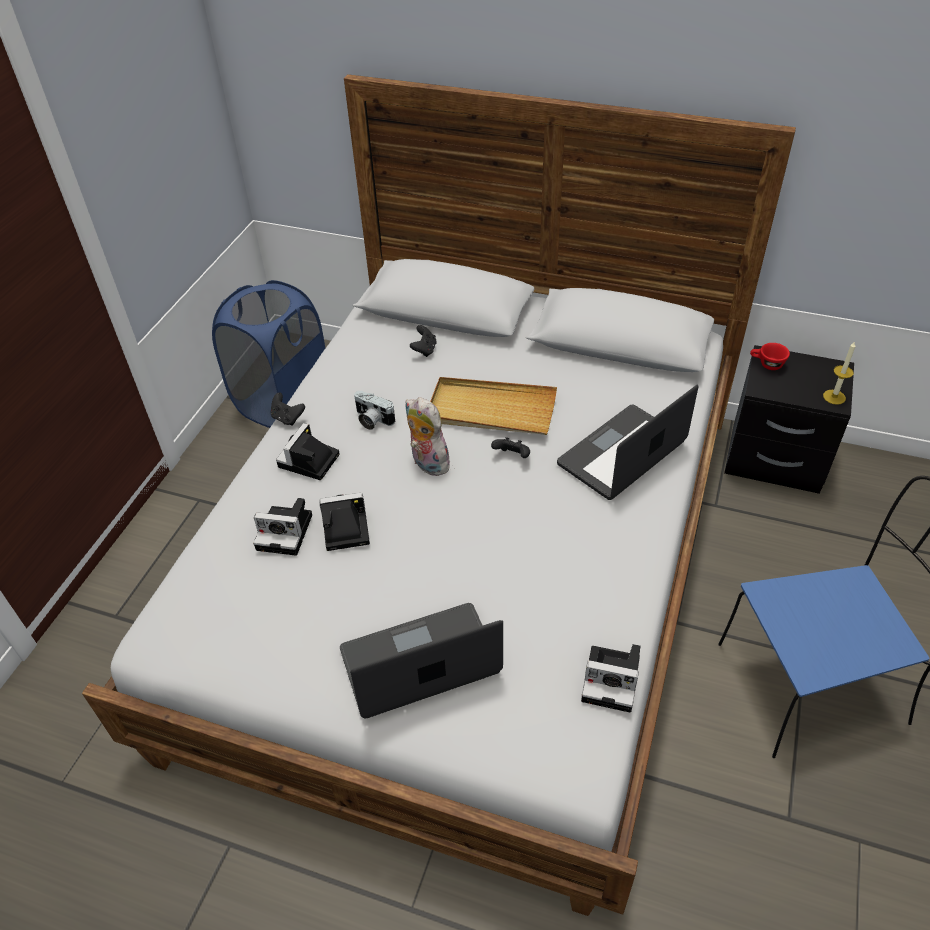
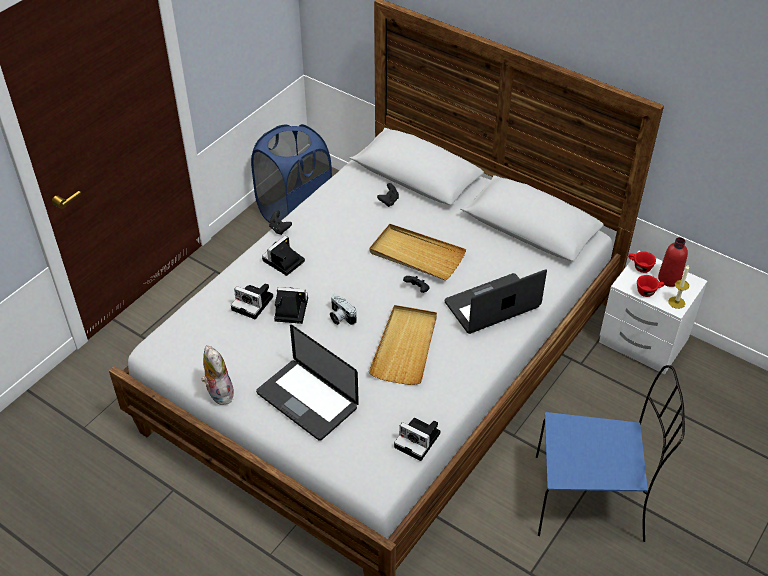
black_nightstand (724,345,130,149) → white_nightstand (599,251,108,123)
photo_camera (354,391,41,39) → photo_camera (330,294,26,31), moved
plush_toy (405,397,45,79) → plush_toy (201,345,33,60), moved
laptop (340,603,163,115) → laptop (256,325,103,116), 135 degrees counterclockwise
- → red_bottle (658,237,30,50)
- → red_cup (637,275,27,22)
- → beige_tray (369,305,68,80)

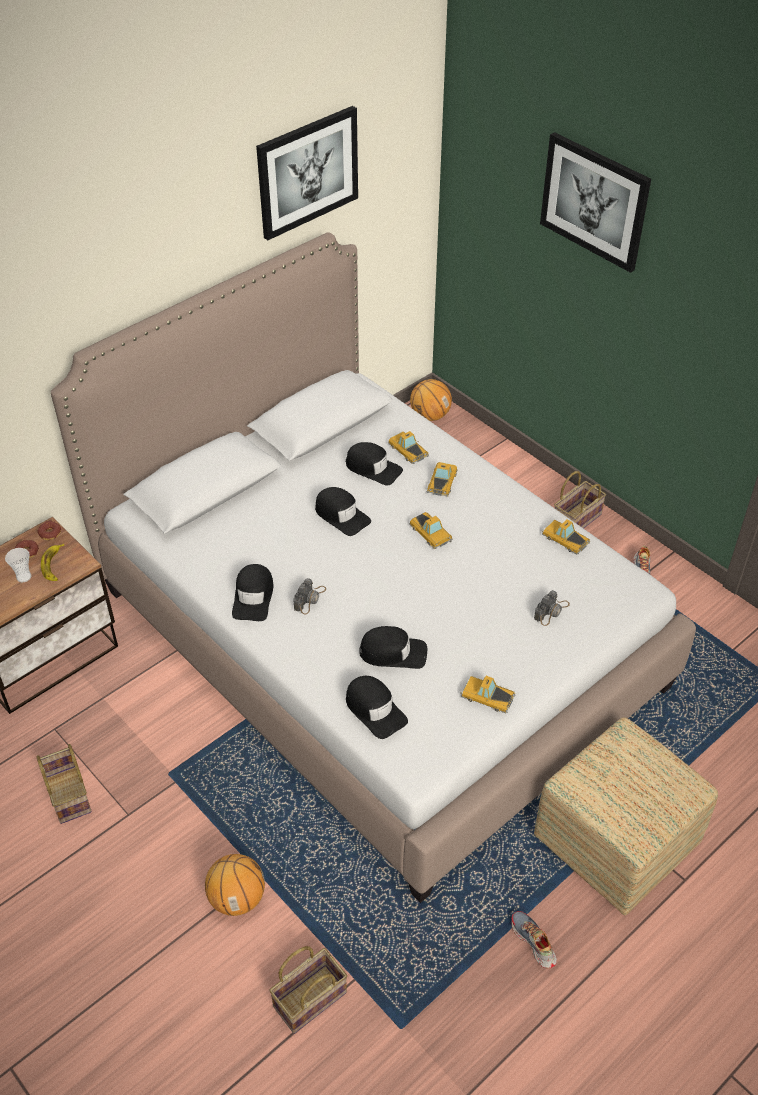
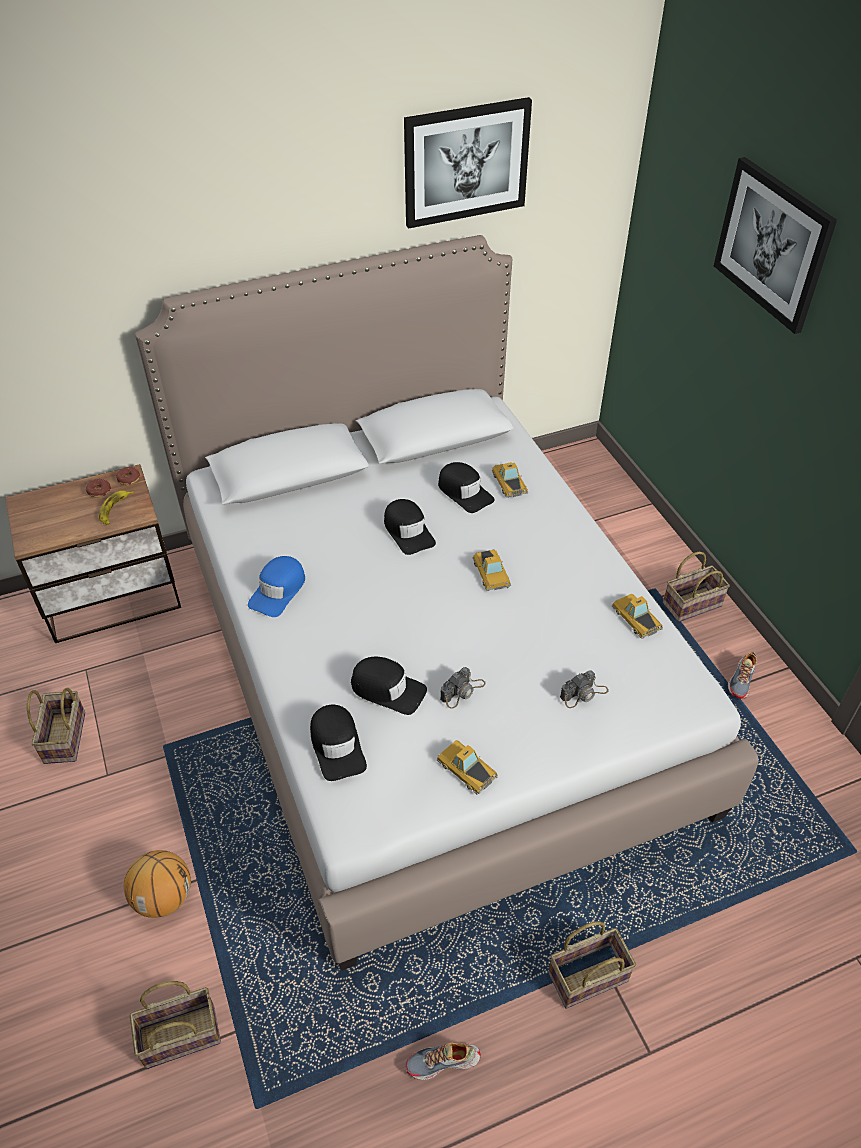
basketball (410,379,42,42) → -
toy_car (427,462,31,35) → -
cup (5,548,26,34) → -
black_cap (232,564,41,57) → blue_cap (248,556,57,61)
photo_camera (293,578,33,36) → photo_camera (440,667,46,42), moved
ottoman (534,717,184,199) → basket (548,921,88,88)
shoe (511,911,46,57) → shoe (406,1043,75,37), 90 degrees counterclockwise

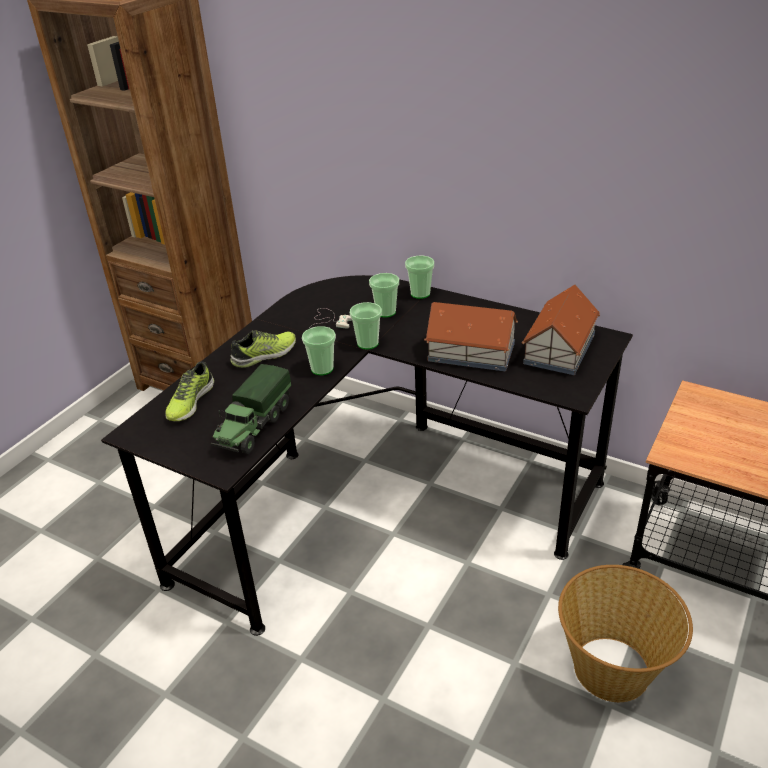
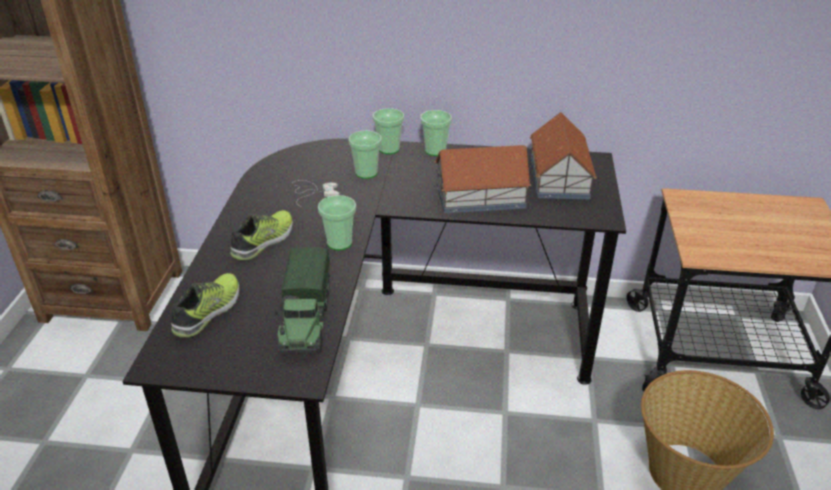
cup (350,302,32,47) → cup (420,110,32,46), moved
shoe (165,361,49,60) → shoe (171,273,68,65), 150 degrees counterclockwise

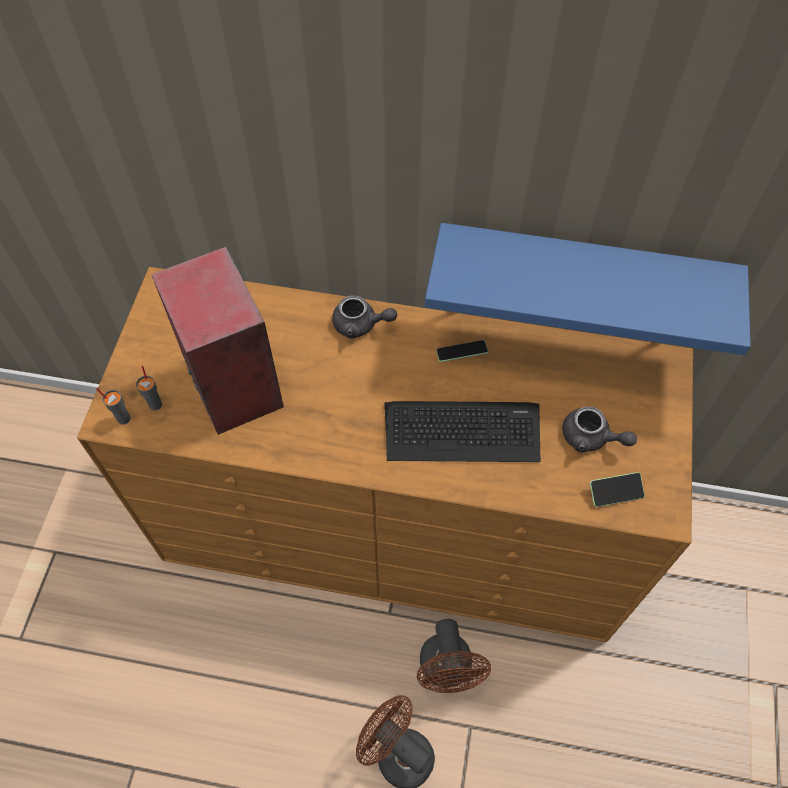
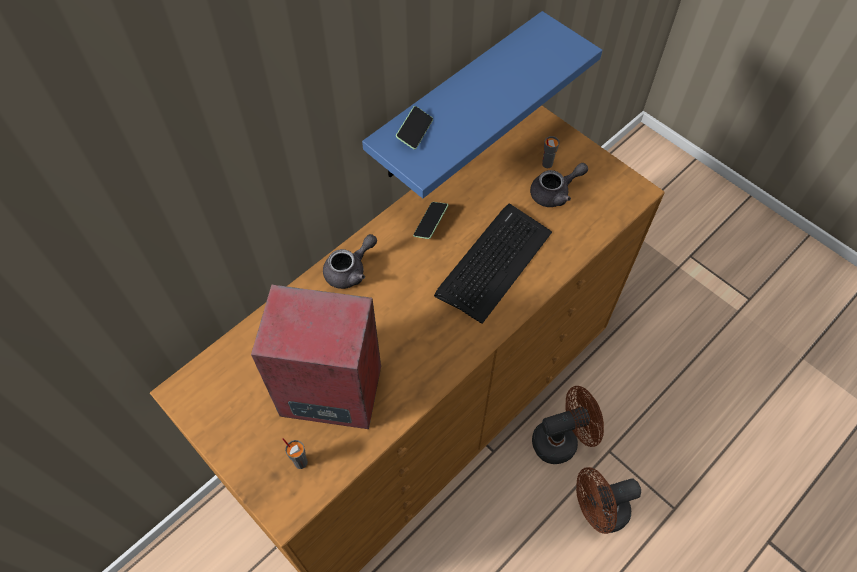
grey_cup (96,388,34,37) → grey_cup (542,136,18,32), moved
phone (590,472,55,35) → phone (396,106,37,43), moved
brown_fan (417,619,74,74) → brown_fan (532,386,72,78), 45 degrees counterclockwise

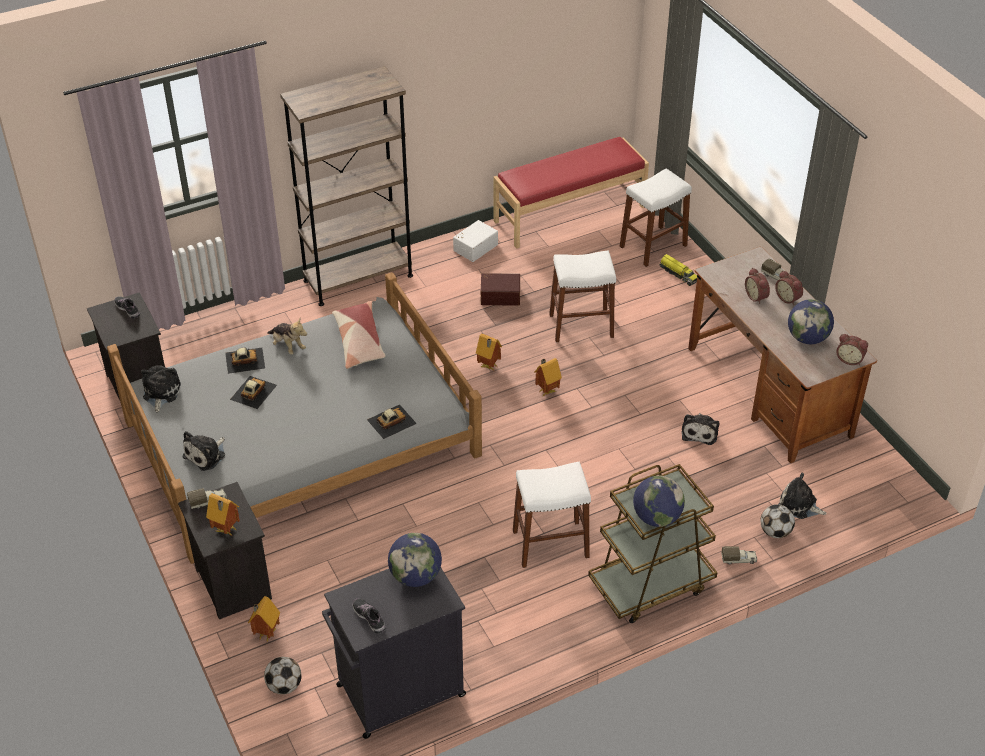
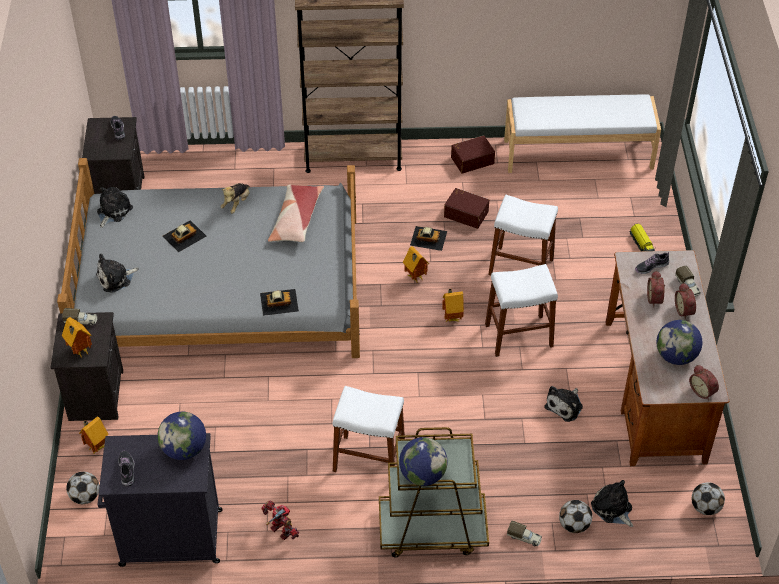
red_bench (493,137,156,112) → white_bench (504,95,157,78)
white_stool (620,169,72,98) → white_stool (485,264,73,93), moved
white_storage_box (453,220,45,42) → brown_storage_box (451,135,44,39)
plush_toy (267,319,40,36) → plush_toy (220,183,29,31), 45 degrees clockwise
toy_car (225,347,40,27) → toy_car (410,226,37,25), moved
- → shoe (635,252,34,22)
- → football (692,482,33,33)
- → toy_robot (262,501,37,39)

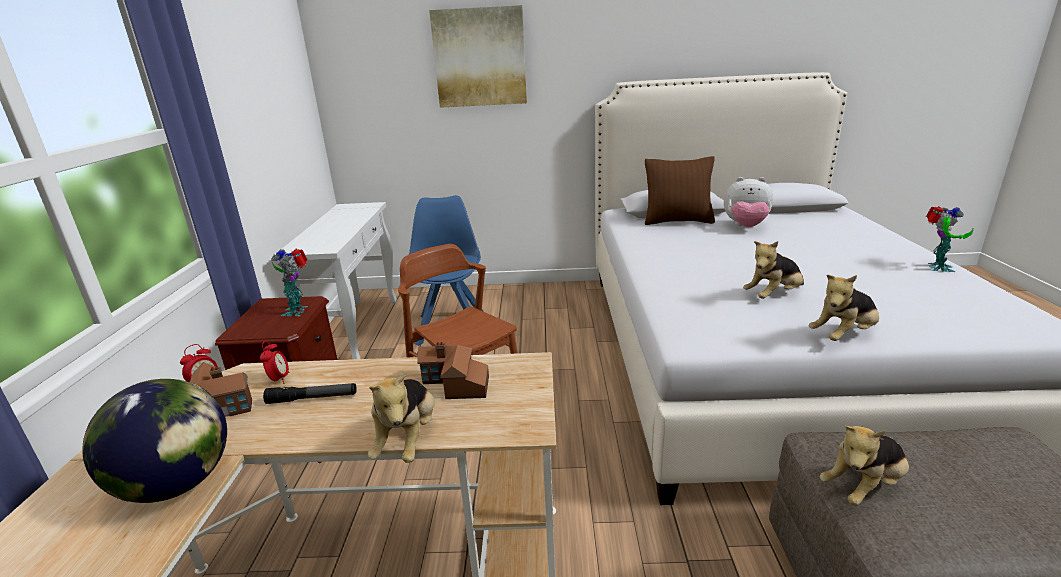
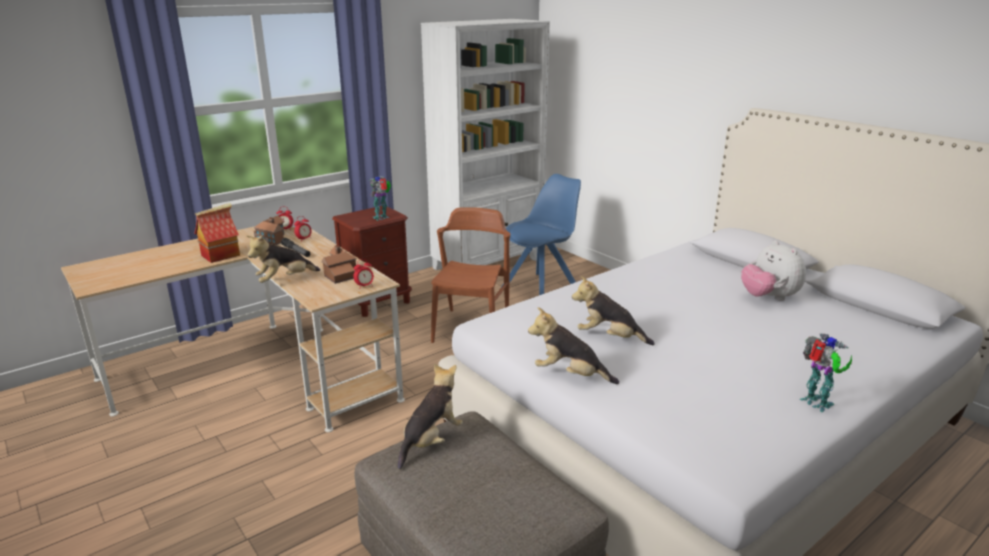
picture (429,5,98,103) → -
brown_pillow (645,156,70,69) → -
white_console_table (274,202,123,157) → white_bookcase (421,19,129,251)
toy_robot (926,206,48,66) → toy_robot (800,334,52,78), 105 degrees counterclockwise
globe (82,379,145,124) → toy_house (194,203,46,60)
plush_toy (819,426,90,80) → plush_toy (398,364,65,105), 105 degrees clockwise
- → alarm_clock (353,259,21,29)

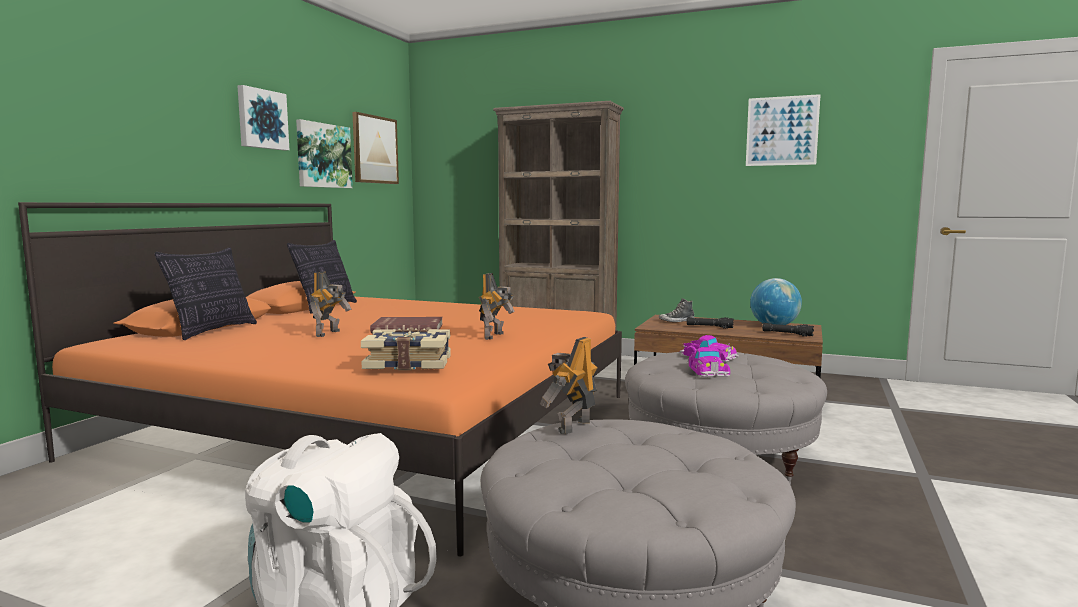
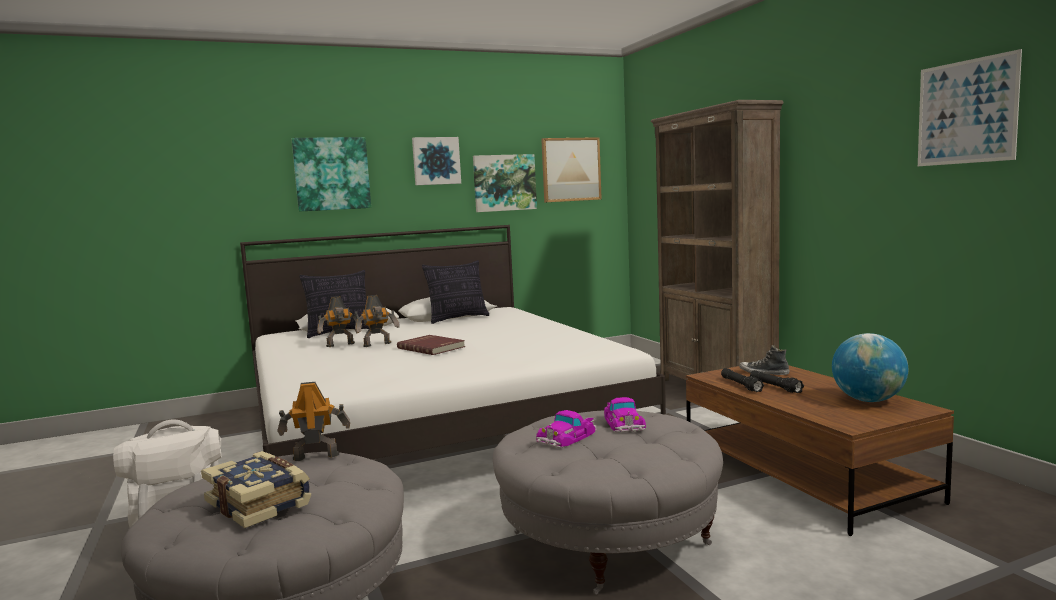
orange_bed (18,202,604,354) → white_bed (240,225,426,235)
toy_robot (479,273,36,67) → toy_robot (317,296,45,51), moved
black_flashlight (762,323,52,13) → black_flashlight (721,368,43,24), moved
book (361,328,90,42) → book (201,451,110,77), moved
- → picture (292,137,79,74)

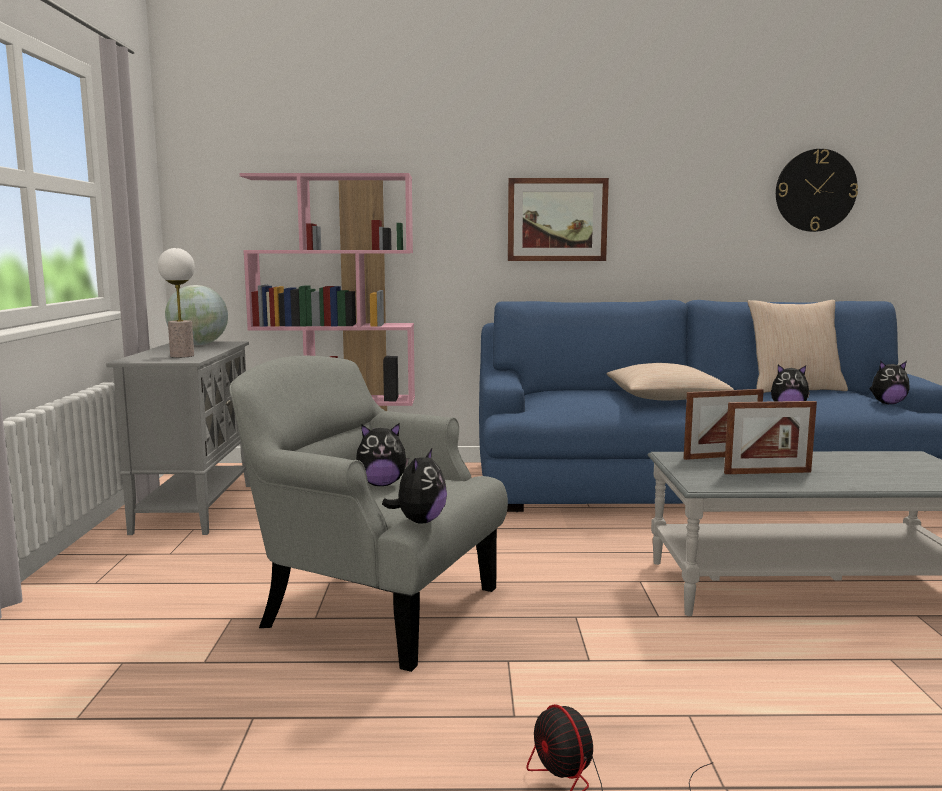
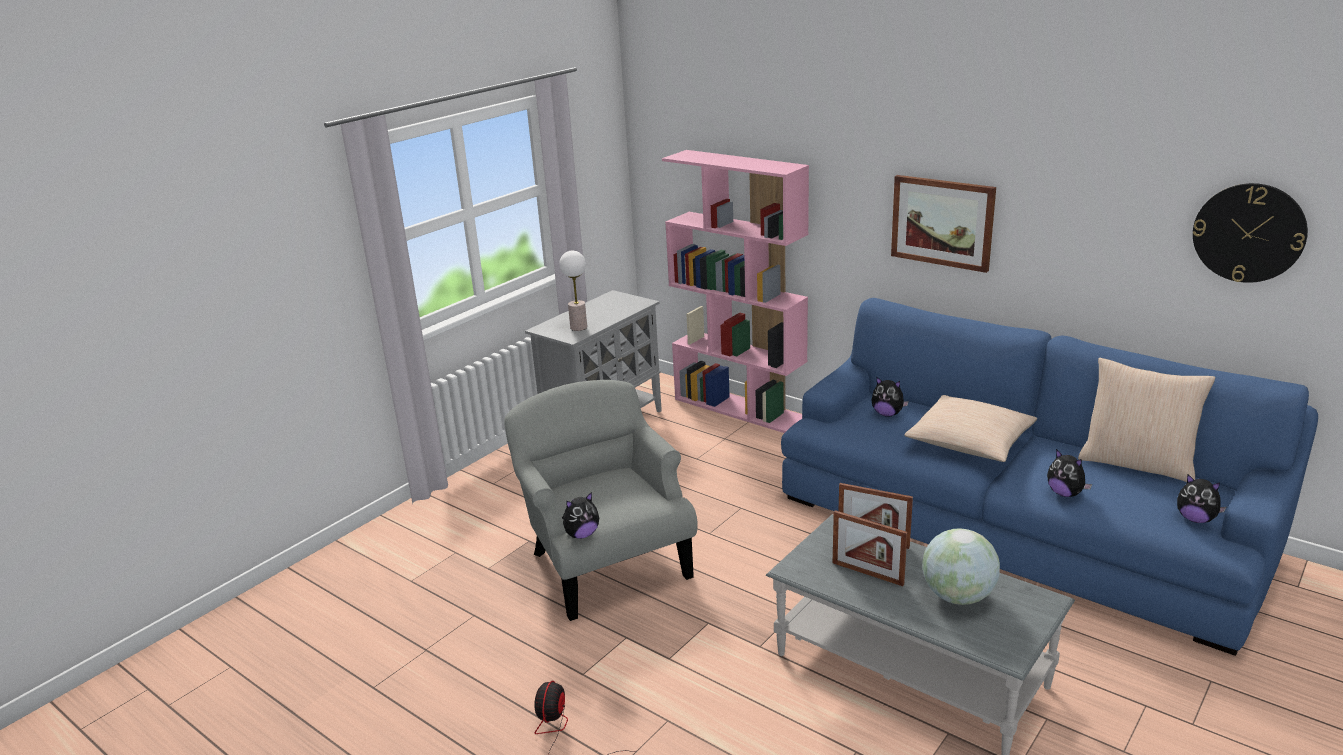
globe (165,285,63,60) → globe (922,528,78,77), moved
plush_toy (356,423,53,63) → plush_toy (871,377,38,40), moved

